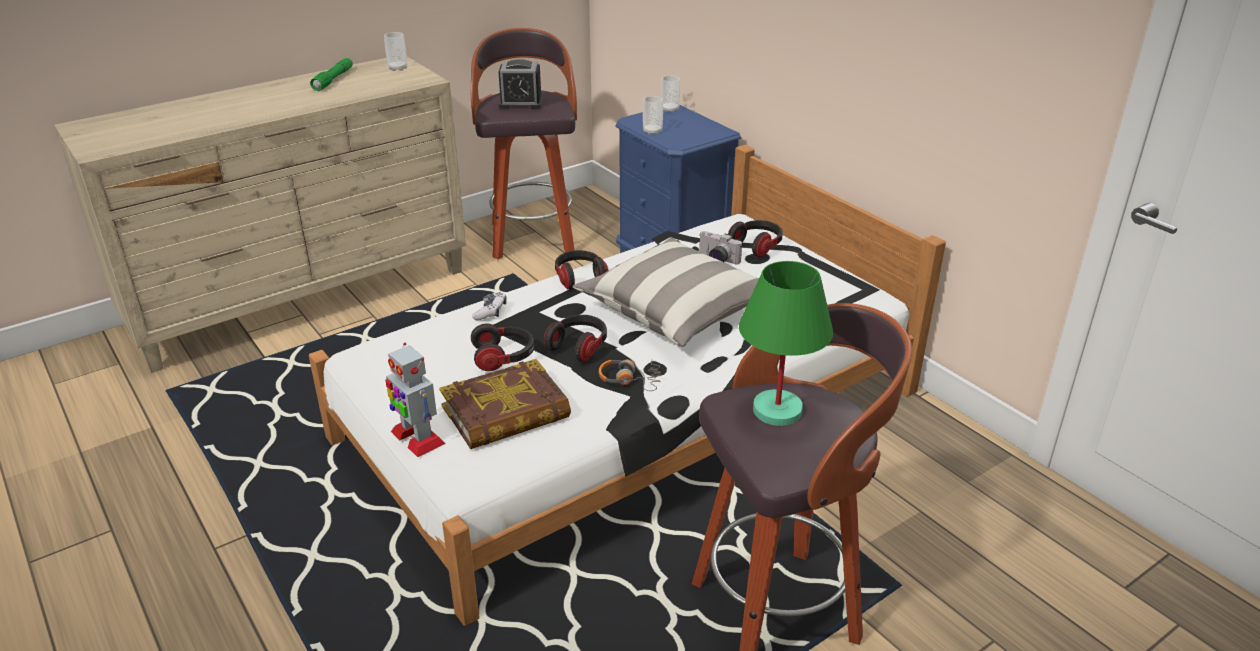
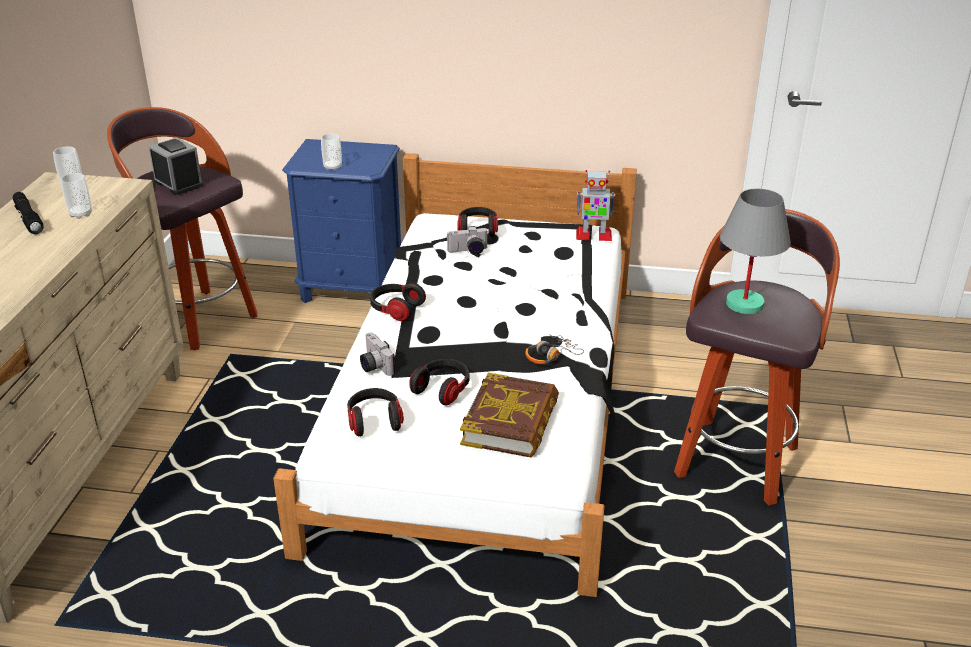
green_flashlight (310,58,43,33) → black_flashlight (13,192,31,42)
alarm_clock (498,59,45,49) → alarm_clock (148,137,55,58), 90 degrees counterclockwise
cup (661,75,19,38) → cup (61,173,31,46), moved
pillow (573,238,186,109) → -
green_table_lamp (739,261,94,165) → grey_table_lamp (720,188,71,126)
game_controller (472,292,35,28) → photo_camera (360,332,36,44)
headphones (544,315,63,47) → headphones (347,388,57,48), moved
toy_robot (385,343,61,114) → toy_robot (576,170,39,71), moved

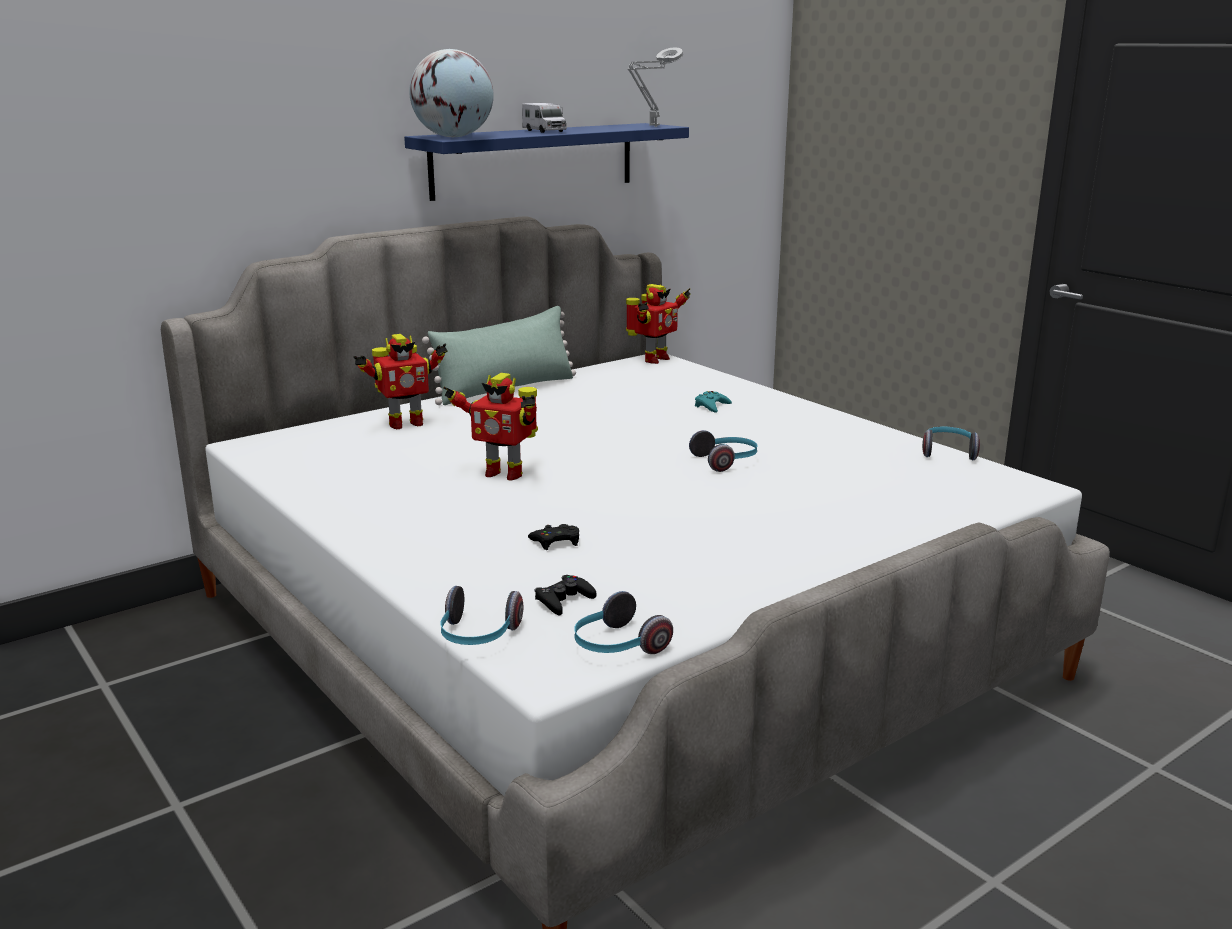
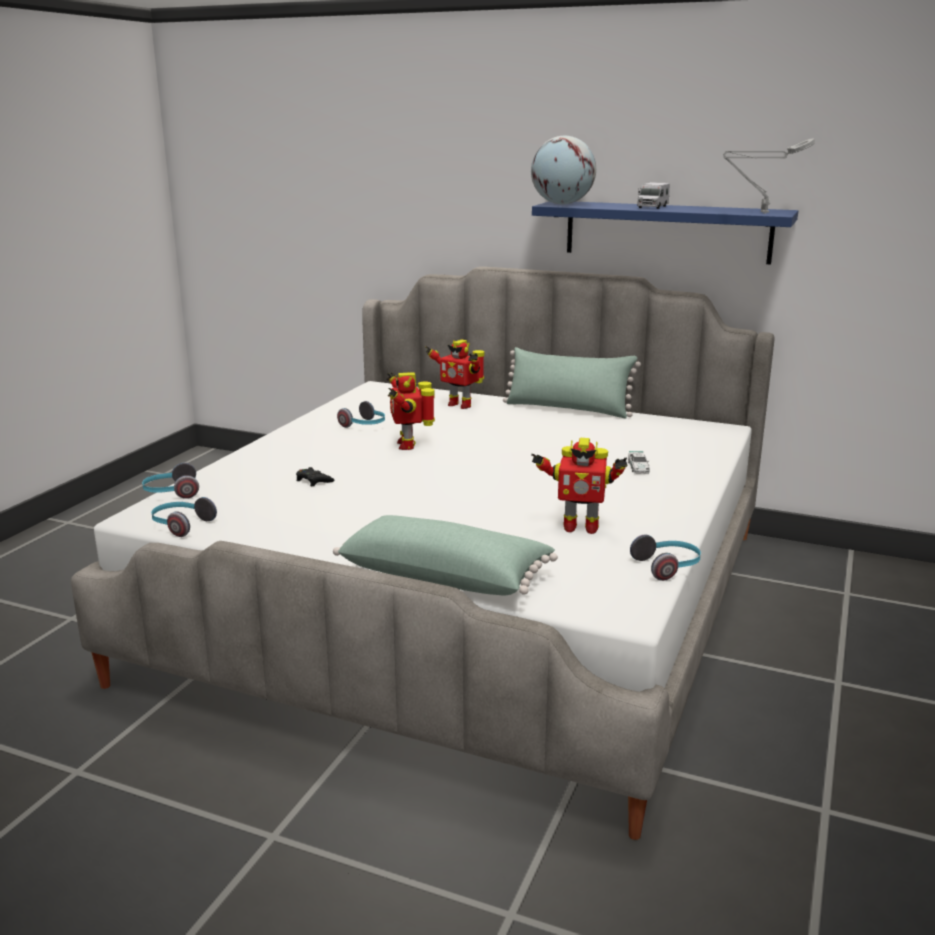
toy_robot (626,284,65,80) → toy_robot (531,438,97,96), moved
turquoise_game_controller (695,391,37,22) → toy_car (628,451,22,23)
headphones (689,430,69,42) → headphones (337,401,48,27), moved
black_game_controller (535,575,61,40) → -
- → green_pillow (333,515,225,80)

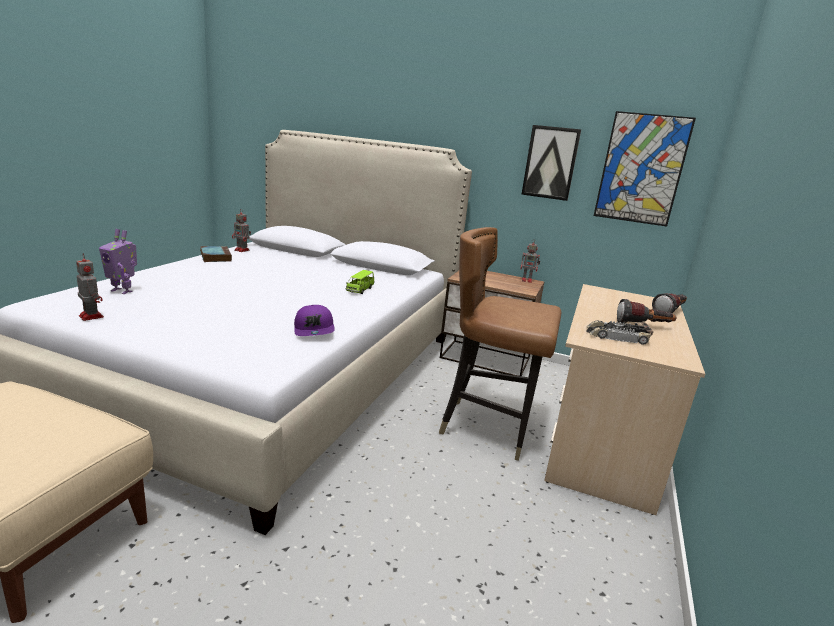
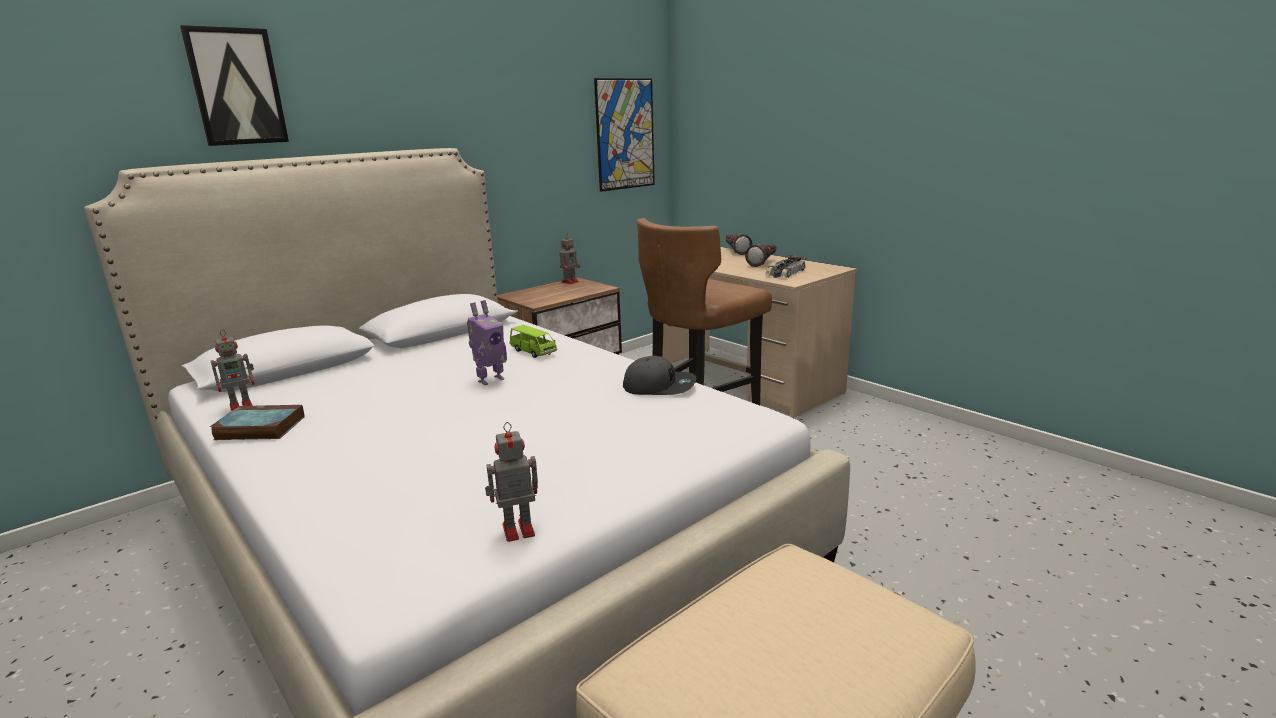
picture (521,125,60,76) → picture (180,25,109,121), moved
toy_robot (99,229,38,65) → toy_robot (467,300,40,85), moved
purple_cap (294,305,41,31) → grey_cap (623,356,73,39)

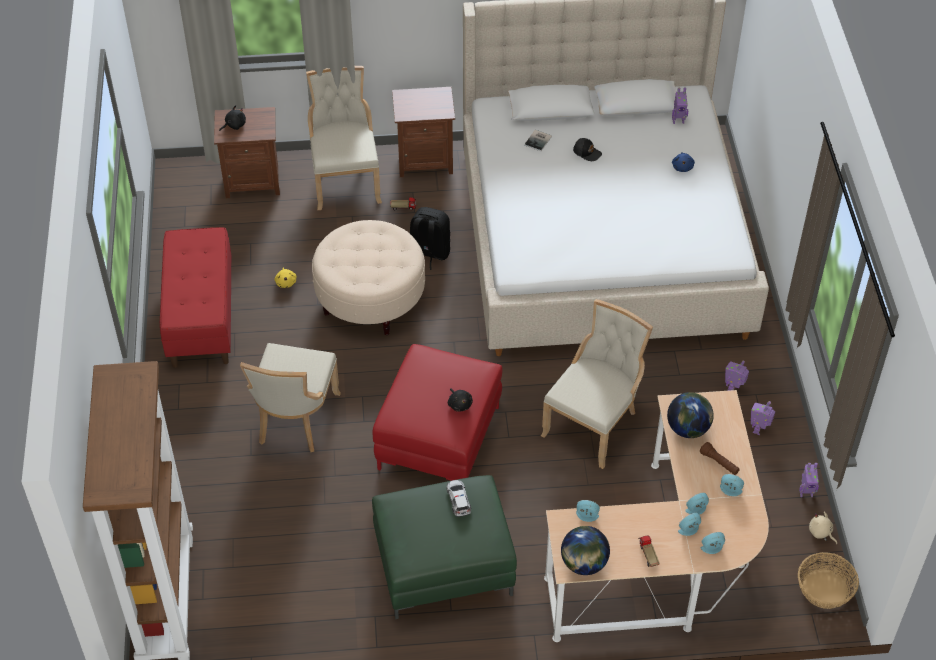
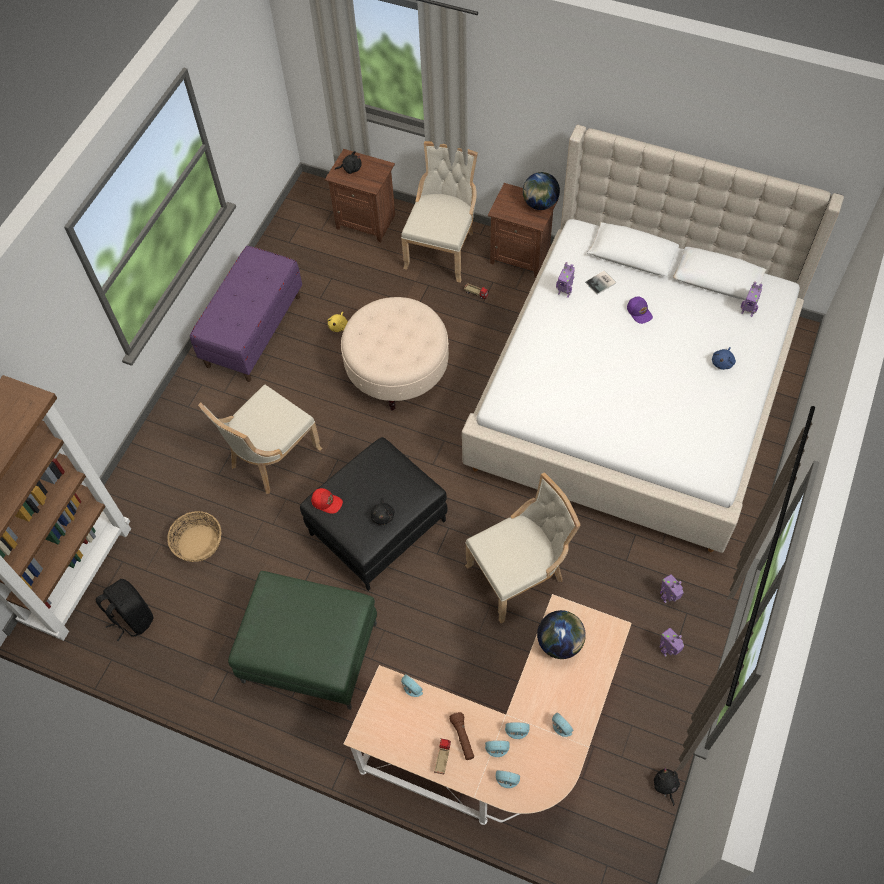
black_cap (573,138,29,23) → purple_cap (627,296,26,28)
black_backpack (410,207,41,63) → black_backpack (95,579,58,62), moved
red_bench (160,227,71,141) → purple_bench (190,246,112,136)
red_ottoman (372,344,130,137) → black_ottoman (300,437,148,154)
brown_flashlight (700,442,40,33) → brown_flashlight (450,712,24,48), moved
toy_robot (799,463,20,34) → toy_robot (556,262,19,36), moved
toy_car (447,480,24,37) → -
beige_plush_toy (809,512,28,32) → black_plush_toy (654,768,26,38)
globe (561,526,49,49) → globe (523,172,37,38), moved
basket (798,552,61,57) → basket (167,511,54,51), moved
- → red_cap (311,488,32,26)

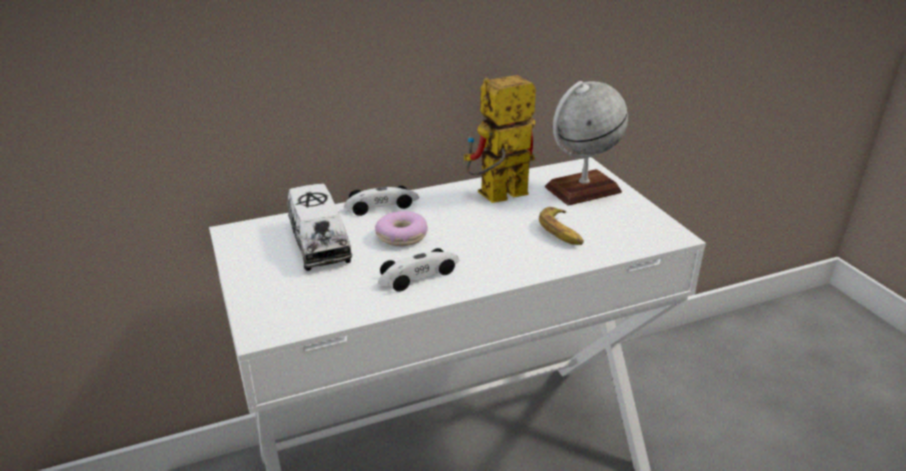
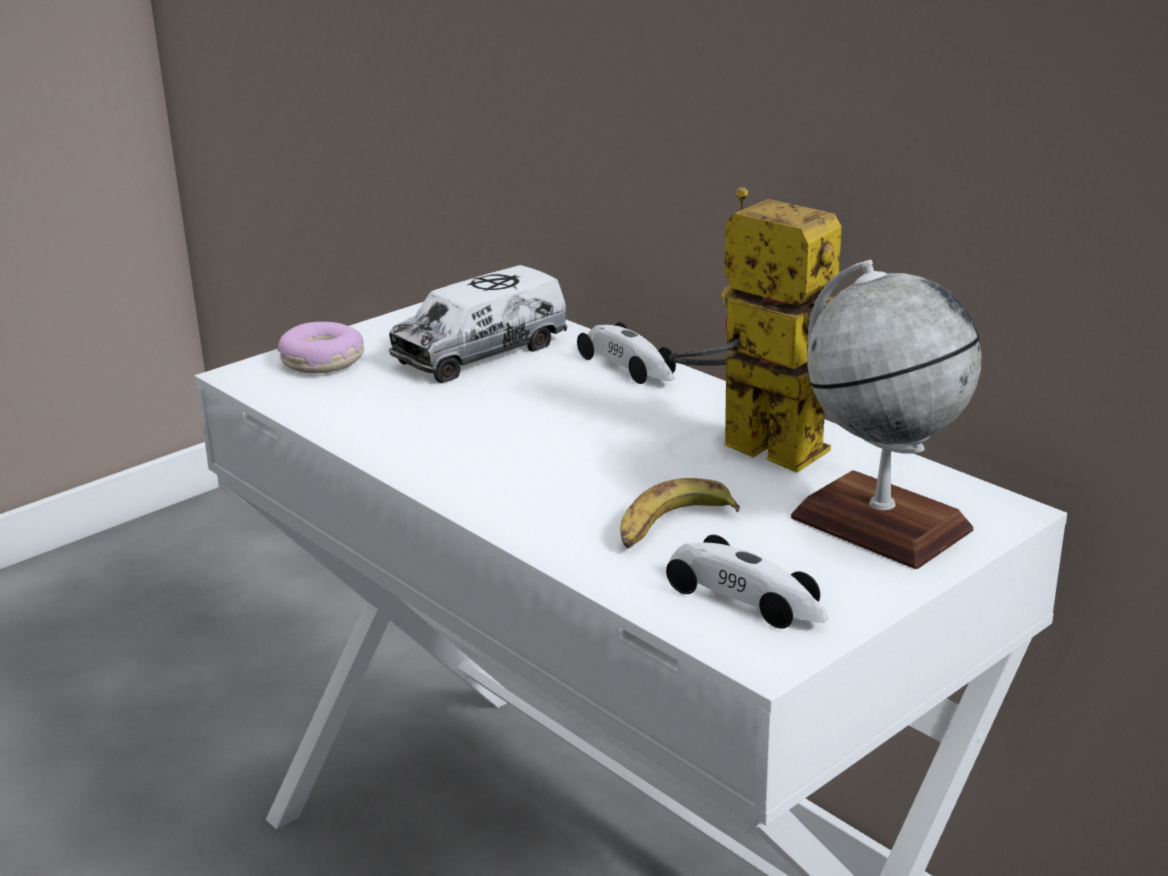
donut (375,211,53,35) → donut (278,322,86,51), moved
toy_car (378,248,81,44) → toy_car (666,535,162,94), moved

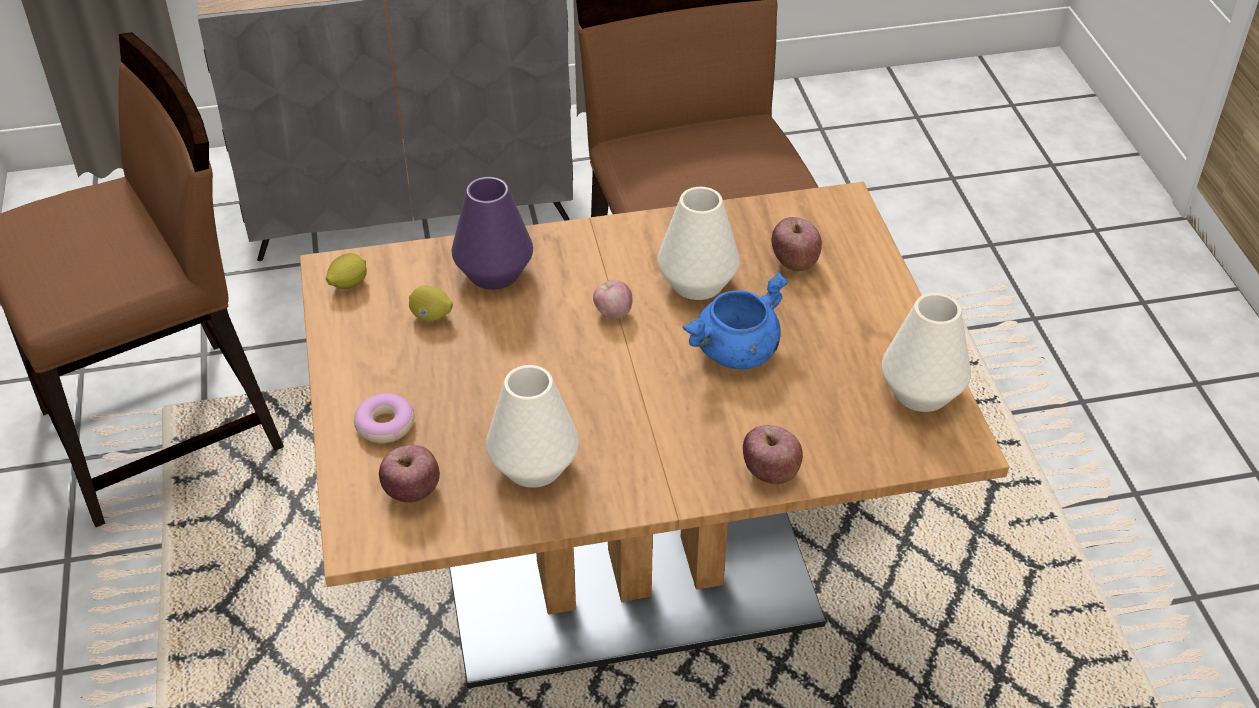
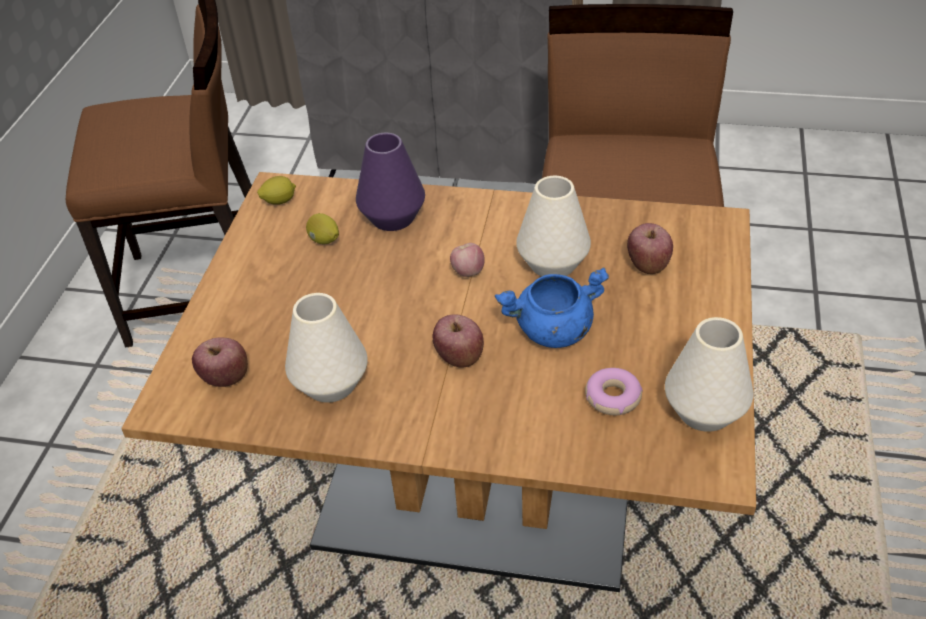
donut (354,393,60,50) → donut (585,368,58,47), moved
apple (743,425,60,59) → apple (433,314,51,53), moved

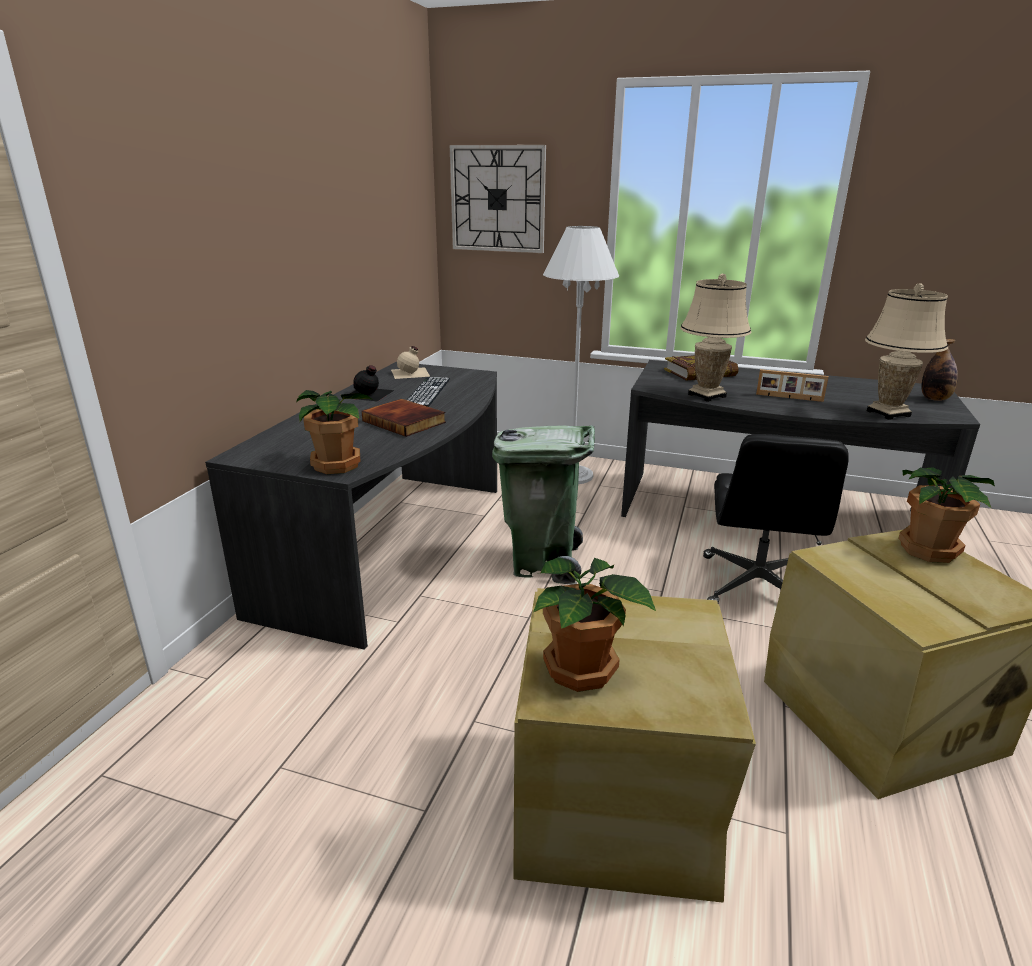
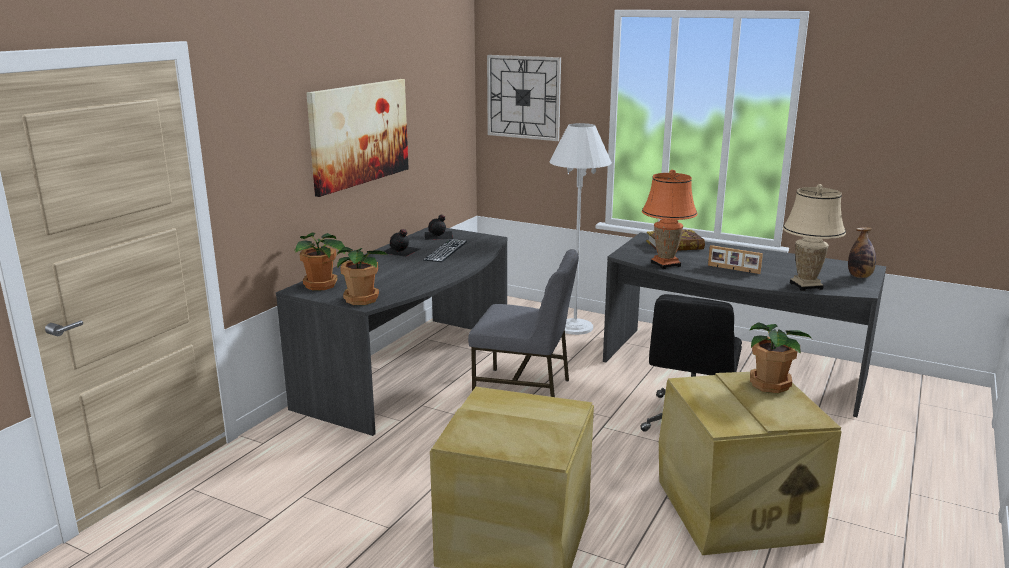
beige_table_lamp (680,274,71,128) → orange_table_lamp (642,170,56,99)
beige_bottle (391,346,39,33) → black_bottle (425,214,28,26)
book (362,399,84,38) → -
green_trash_can (492,425,103,160) → grey_chair (468,249,111,148)
potted_plant (533,557,123,135) → potted_plant (294,232,52,59), moved
- → picture (306,79,103,118)

